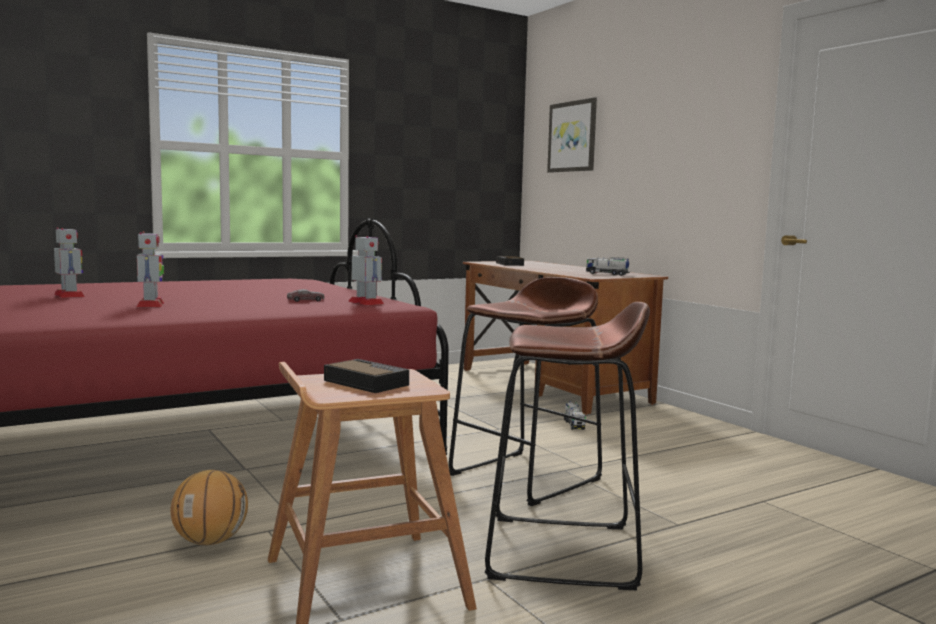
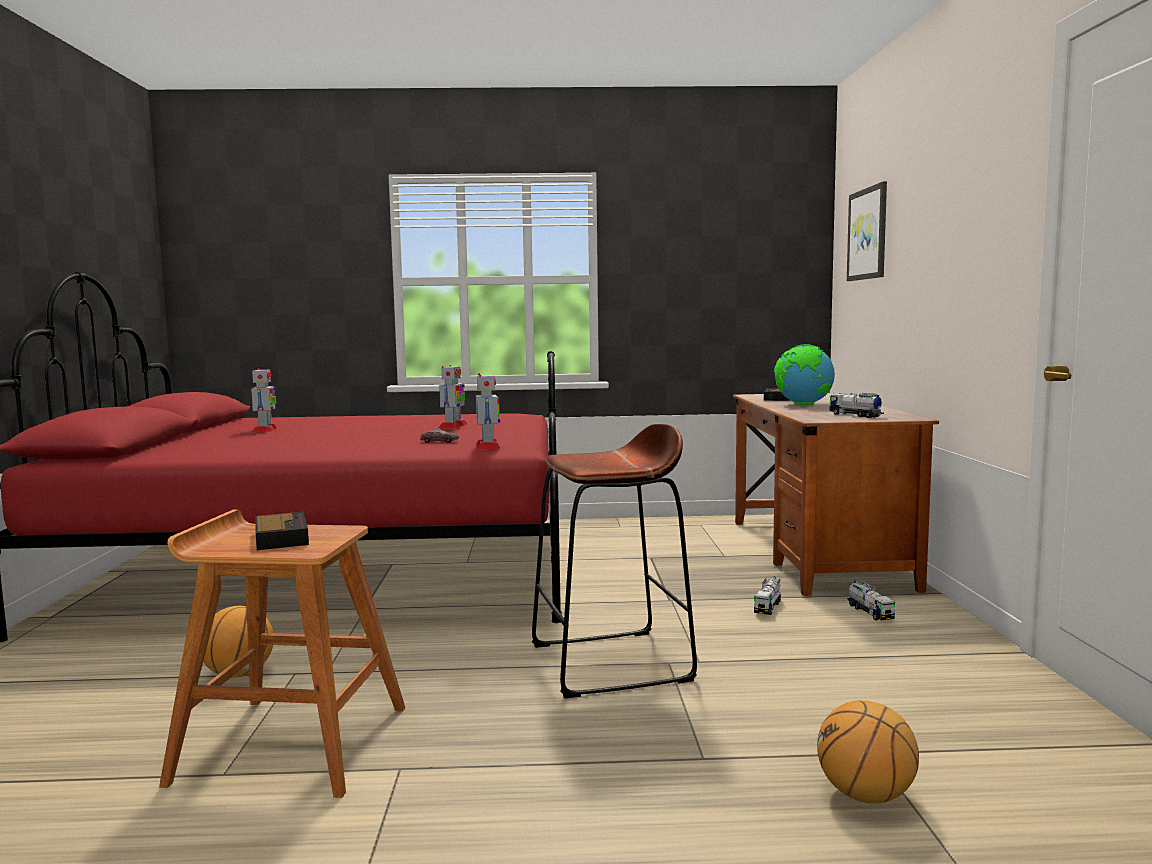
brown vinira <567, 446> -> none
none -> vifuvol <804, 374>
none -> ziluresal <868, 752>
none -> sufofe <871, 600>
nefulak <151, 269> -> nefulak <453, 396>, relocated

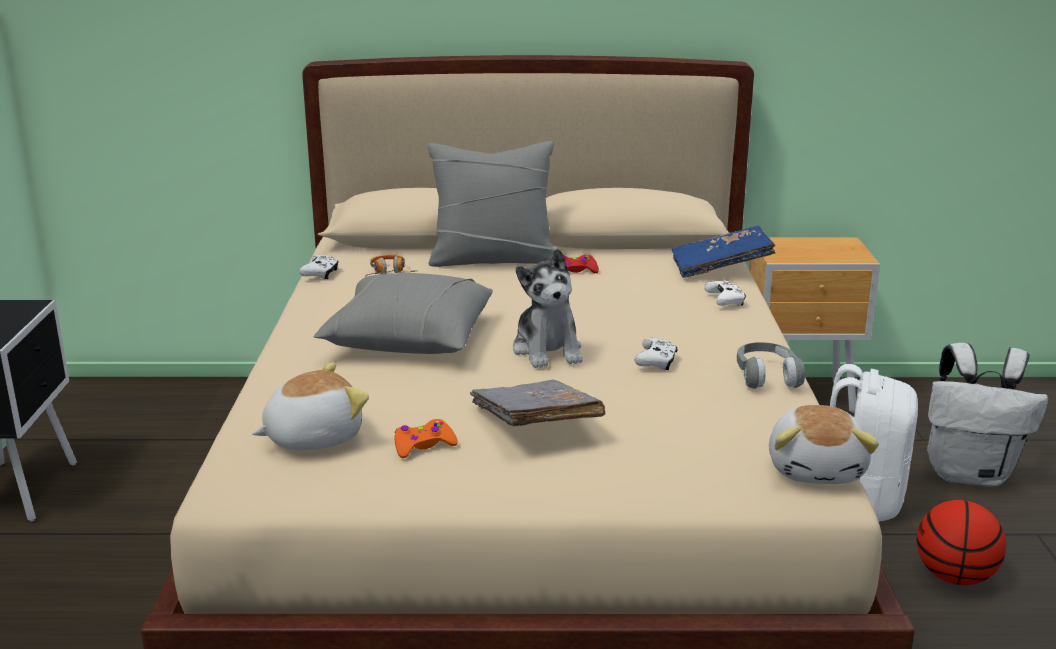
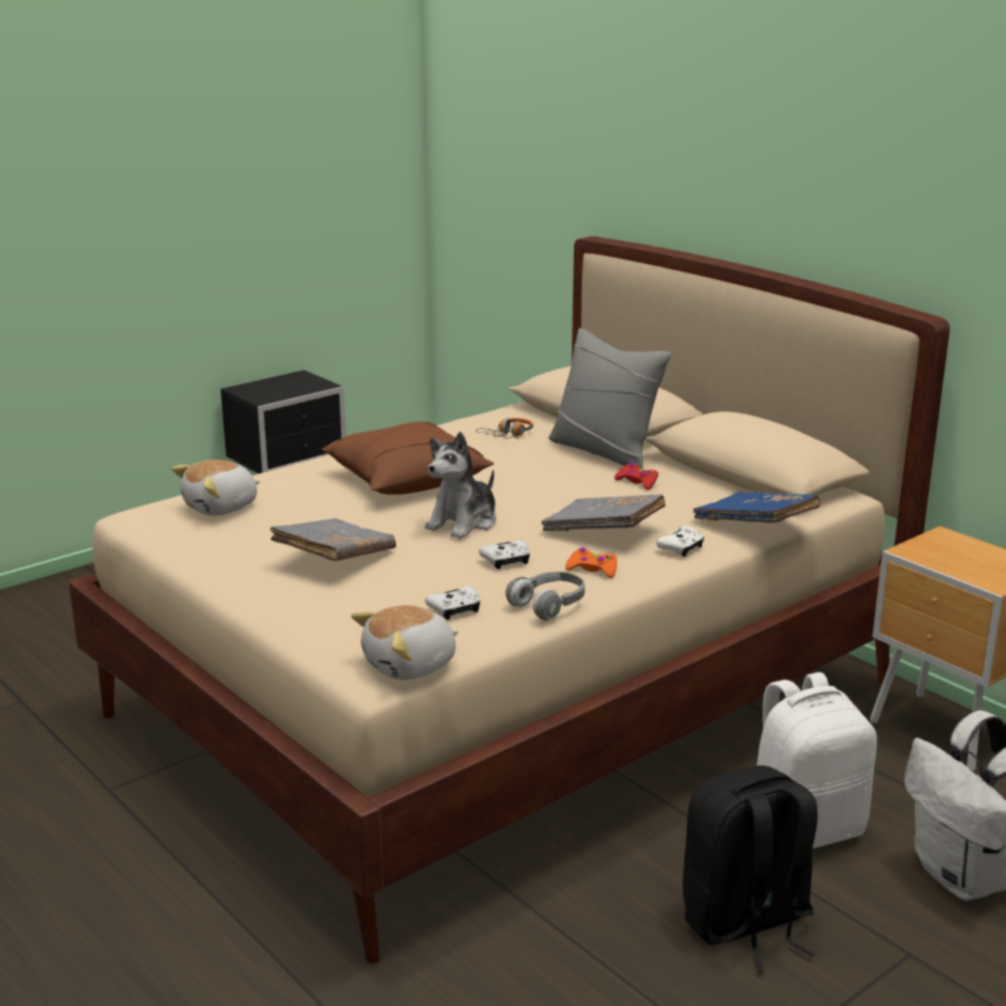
none -> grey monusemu <603, 512>
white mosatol <319, 267> -> white mosatol <452, 603>, relocated
orange mosatol <426, 438> -> orange mosatol <591, 563>, relocated
ziluresal <961, 542> -> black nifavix <750, 869>
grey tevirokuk <403, 313> -> brown tevirokuk <407, 458>
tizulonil <310, 406> -> tizulonil <216, 488>, 120 degrees clockwise

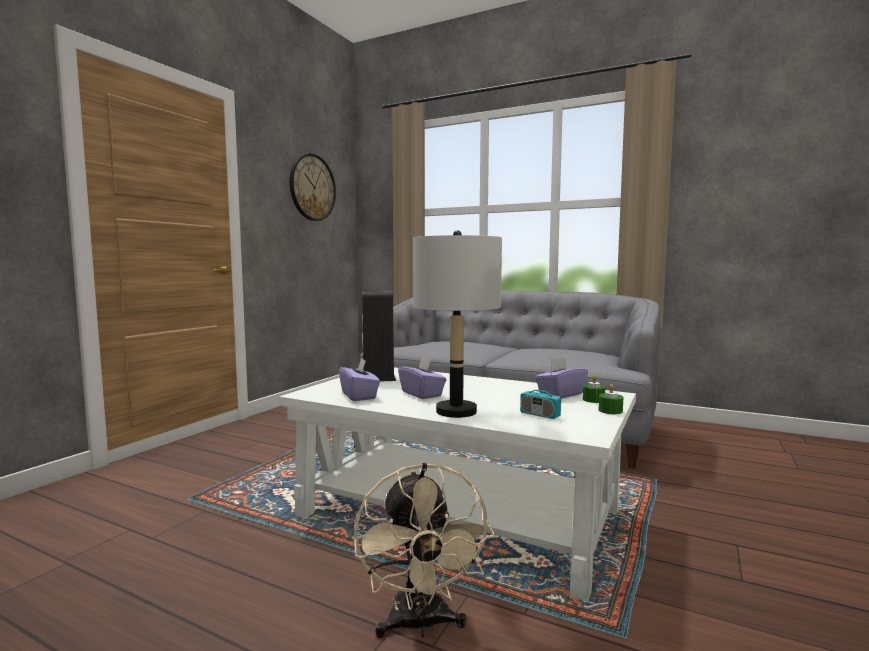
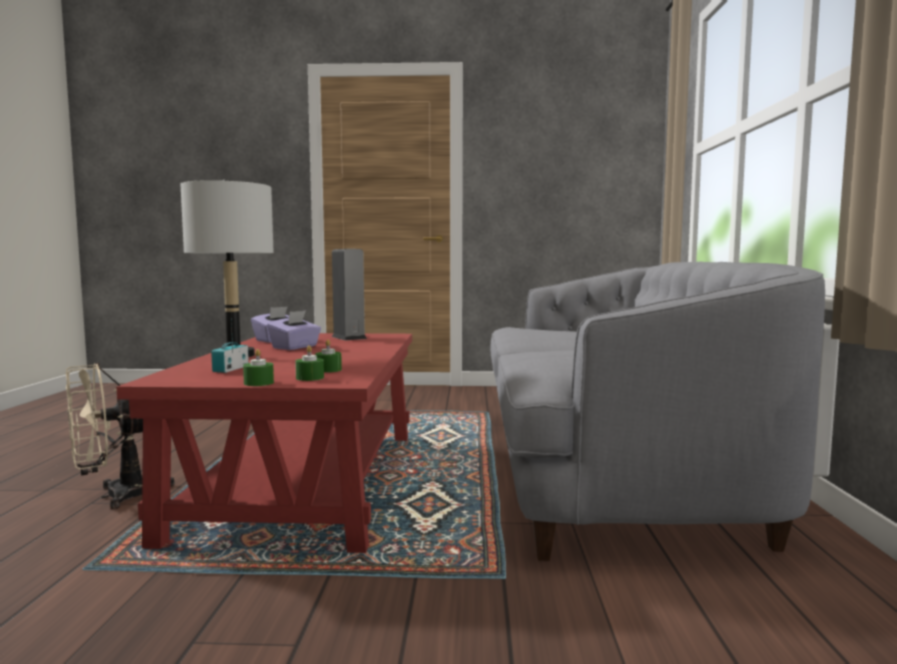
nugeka <312, 187> -> none
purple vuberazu <561, 378> -> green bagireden <328, 356>
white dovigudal <457, 484> -> red dovigudal <264, 443>

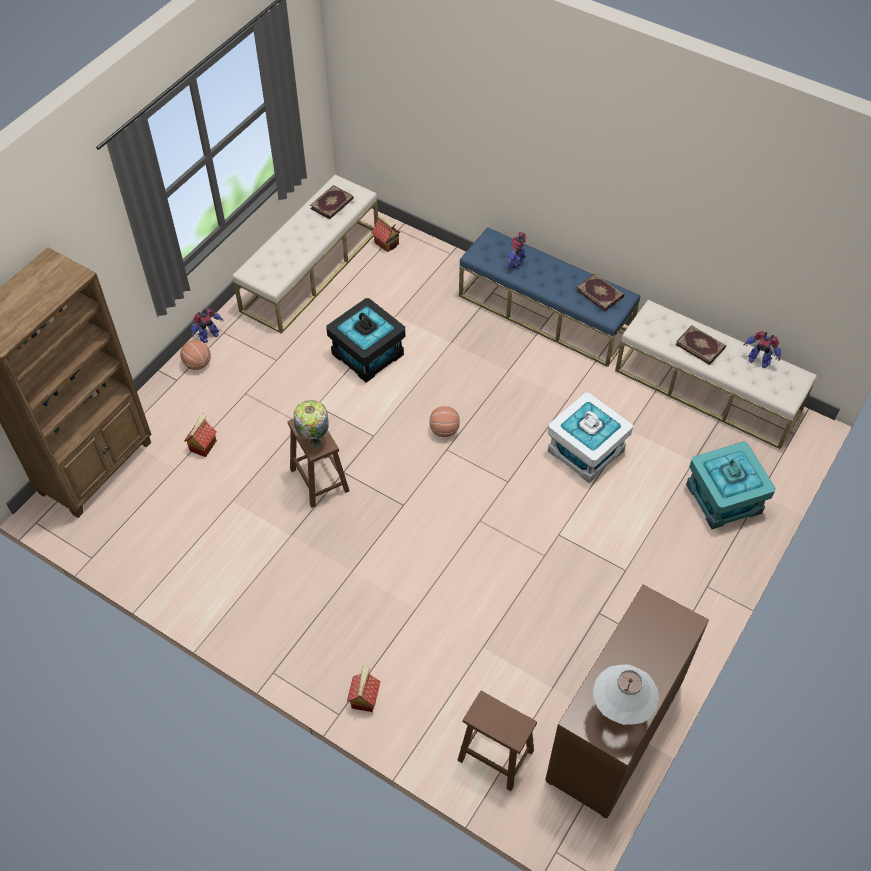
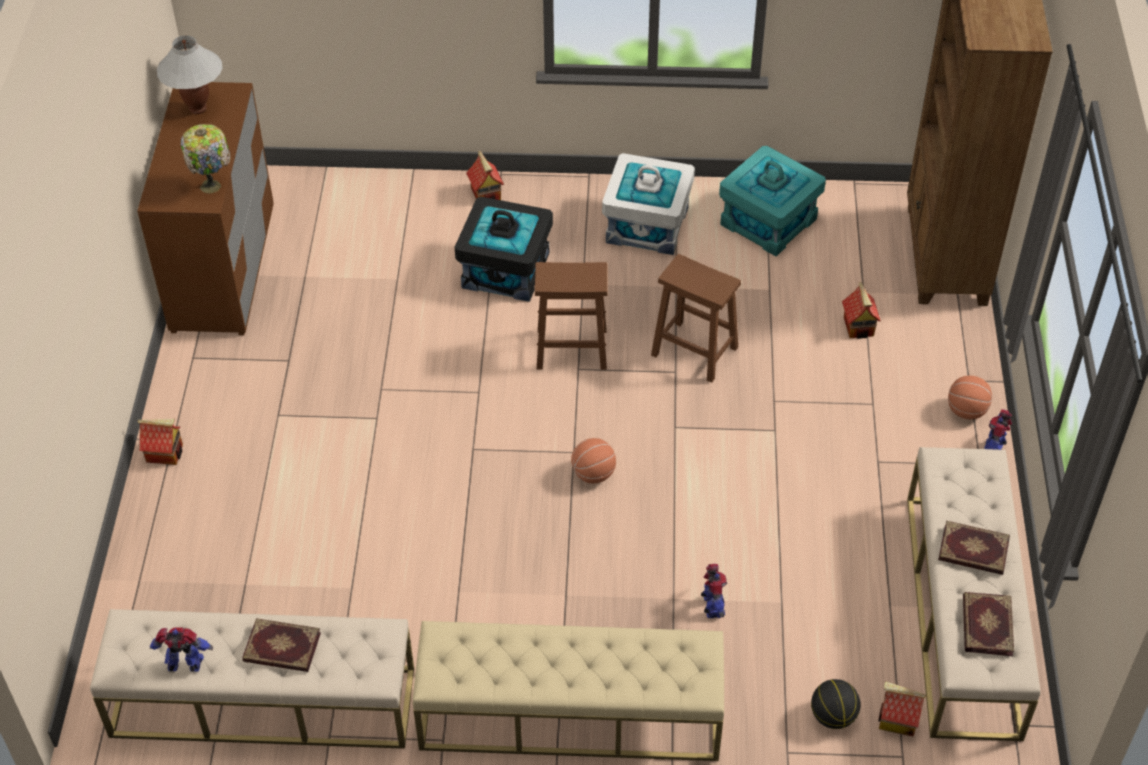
none -> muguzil <160, 442>
none -> ziluresal <836, 704>
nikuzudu <311, 424> -> nikuzudu <205, 158>, relocated
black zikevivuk <365, 340> -> black zikevivuk <504, 249>, relocated
brown vinira <497, 741> -> brown vinira <571, 316>, relocated
nefulak <516, 250> -> nefulak <714, 591>, relocated
white zikevivuk <590, 437> -> white zikevivuk <648, 204>, relocated
monusemu <600, 292> -> monusemu <974, 547>, relocated
turquoise zikevivuk <731, 485> -> turquoise zikevivuk <772, 201>, relocated
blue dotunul <549, 297> -> beige dotunul <568, 691>

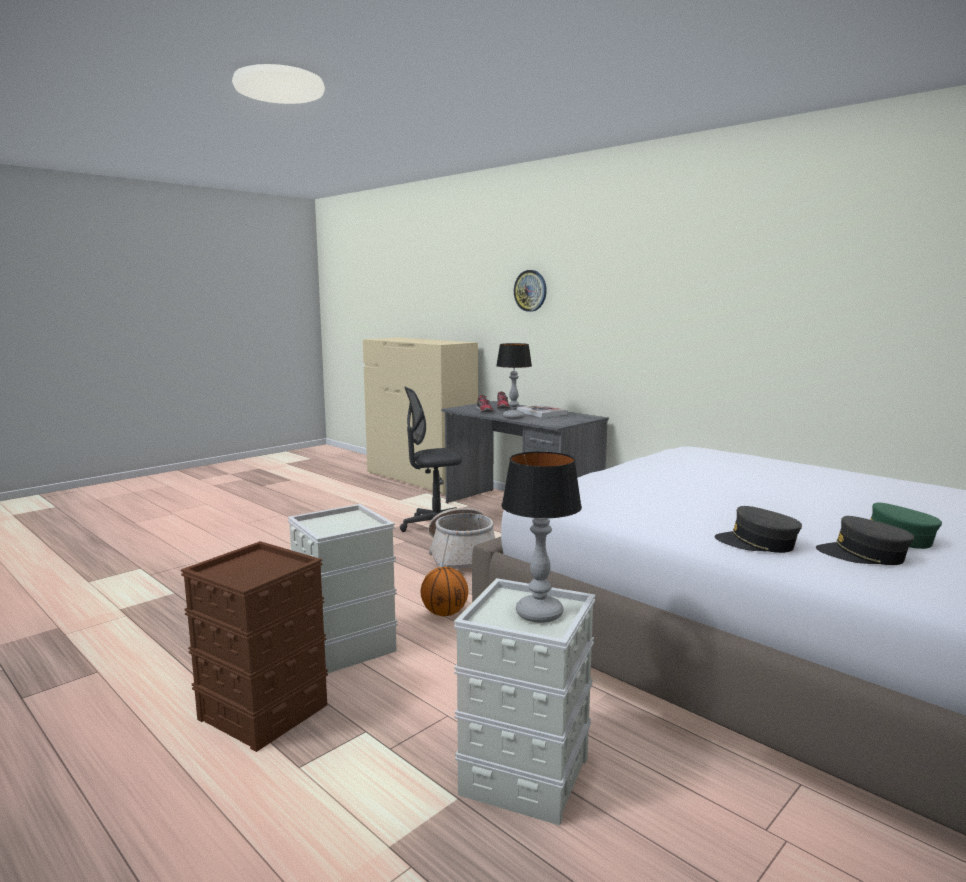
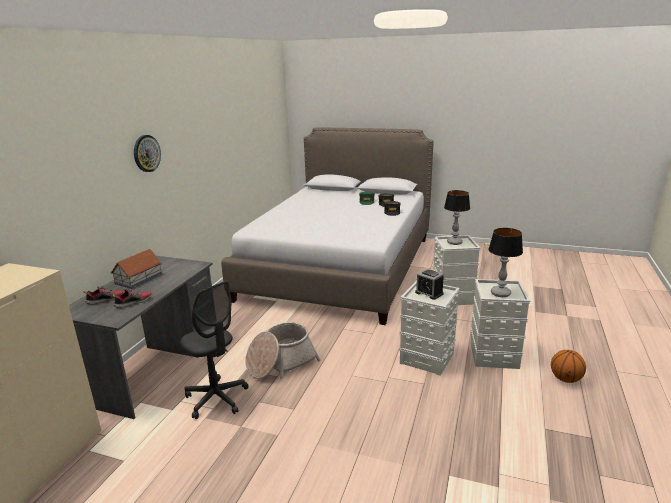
none -> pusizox <429, 284>
ziluresal <444, 591> -> ziluresal <568, 366>, relocated
nikuzudu <514, 381> -> nikuzudu <505, 262>, relocated
nugeka <530, 291> -> nugeka <147, 153>, relocated
monusemu <542, 411> -> muguzil <136, 269>
brown zikevivuk <254, 646> -> grey zikevivuk <500, 324>

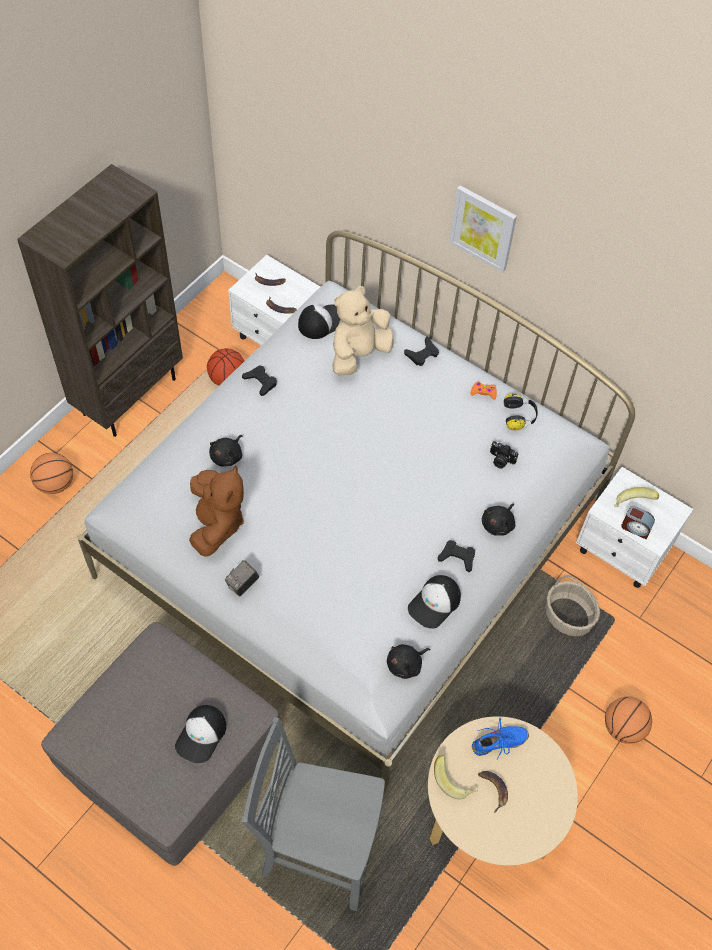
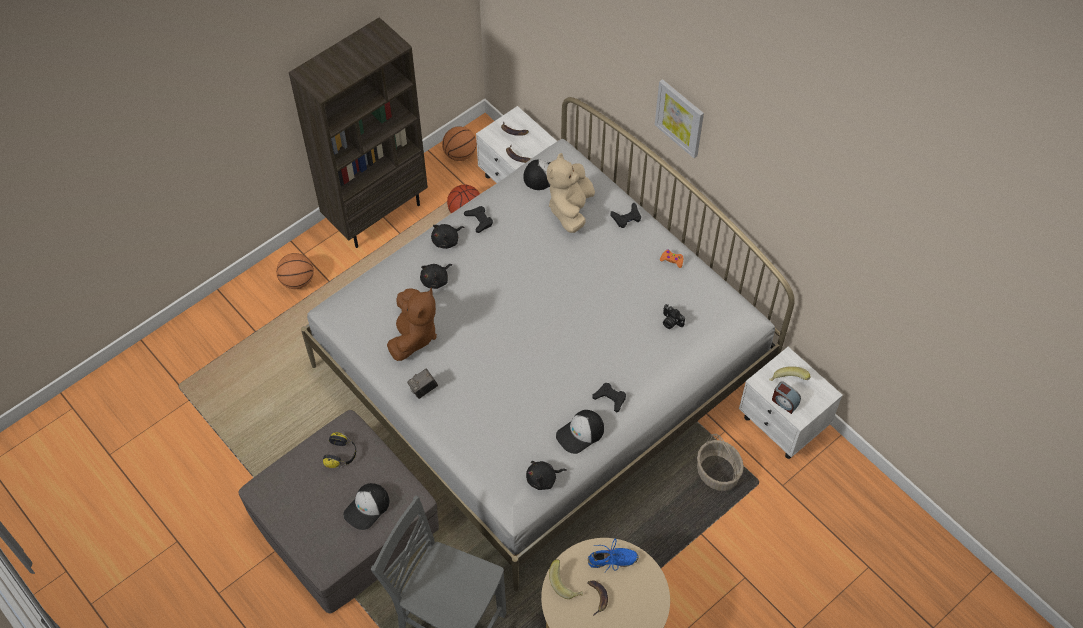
black tizulonil <499, 520> -> black tizulonil <447, 236>, relocated
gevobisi <521, 412> -> gevobisi <339, 450>, relocated
ziluresal <628, 720> -> ziluresal <459, 144>, relocated
beige tizulonil <363, 331> -> beige tizulonil <571, 193>, 45 degrees counterclockwise

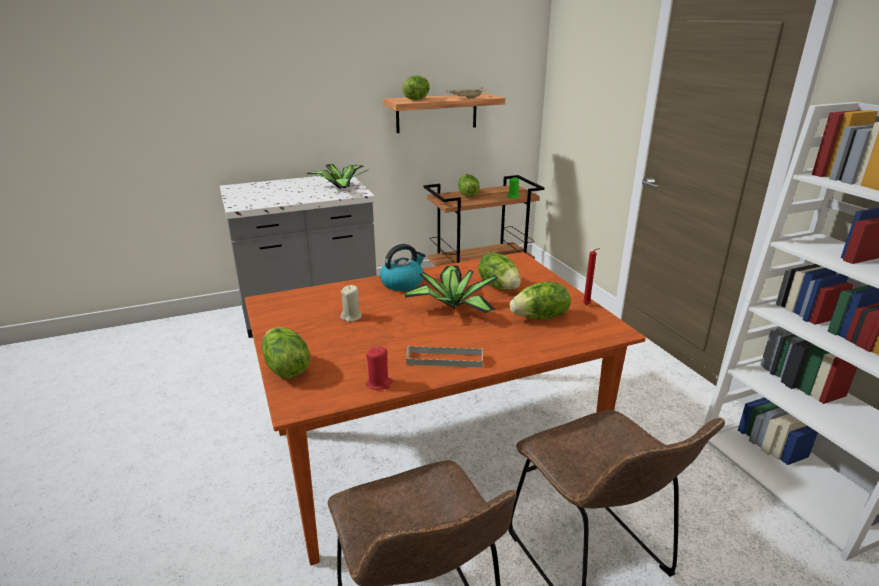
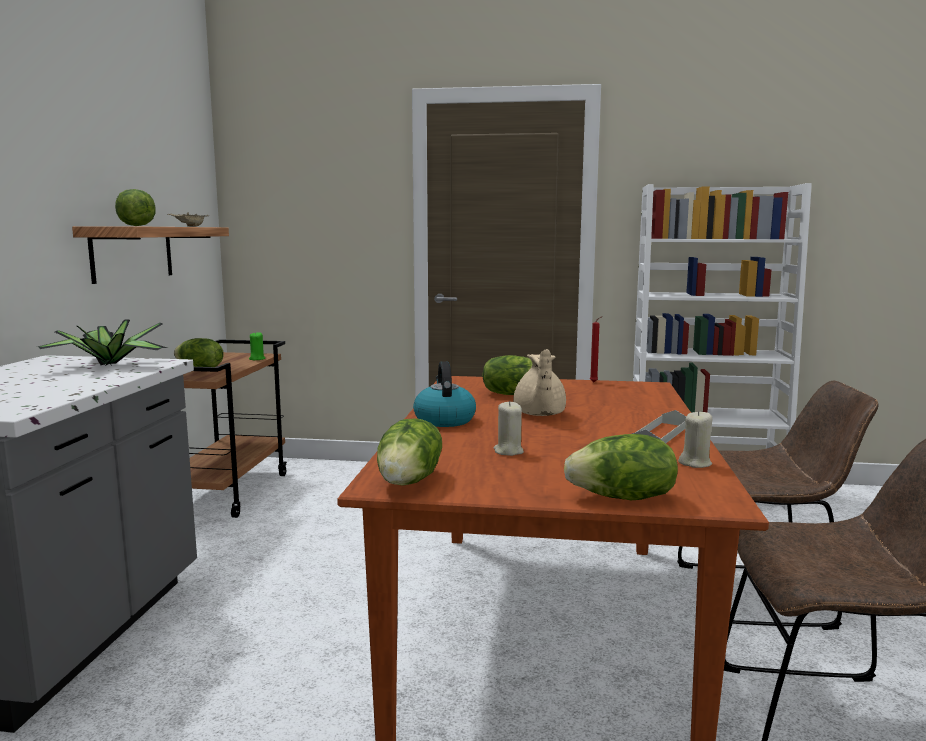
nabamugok <540, 300> -> nabamugok <409, 452>, relocated
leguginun <451, 289> -> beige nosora <539, 382>
red bagireden <379, 368> -> beige bagireden <695, 439>

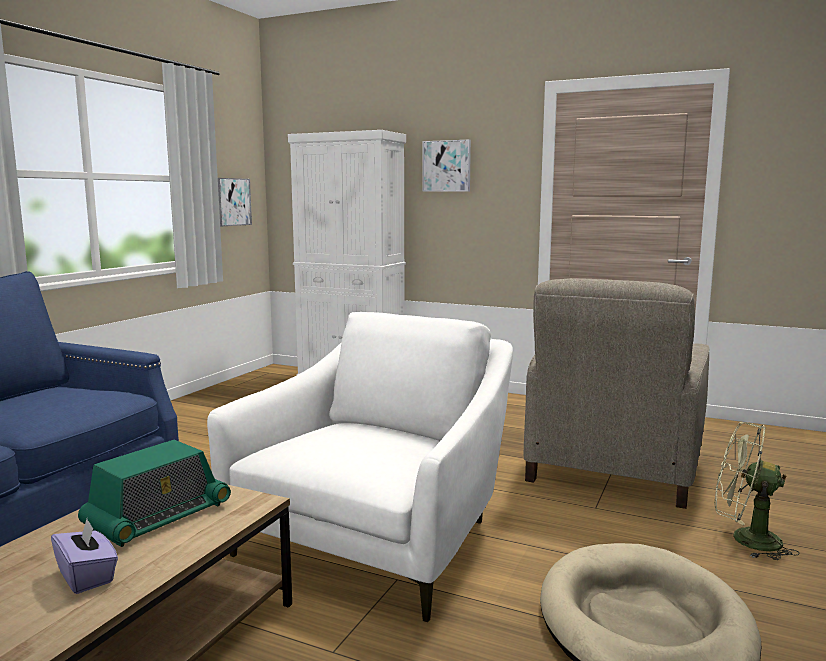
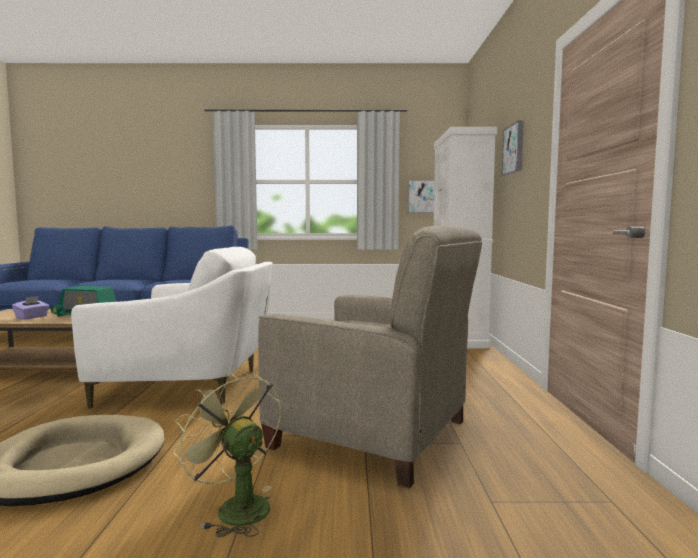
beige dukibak <617, 393> -> beige dukibak <370, 356>, 150 degrees counterclockwise
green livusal <757, 491> -> green livusal <227, 454>, 45 degrees counterclockwise

